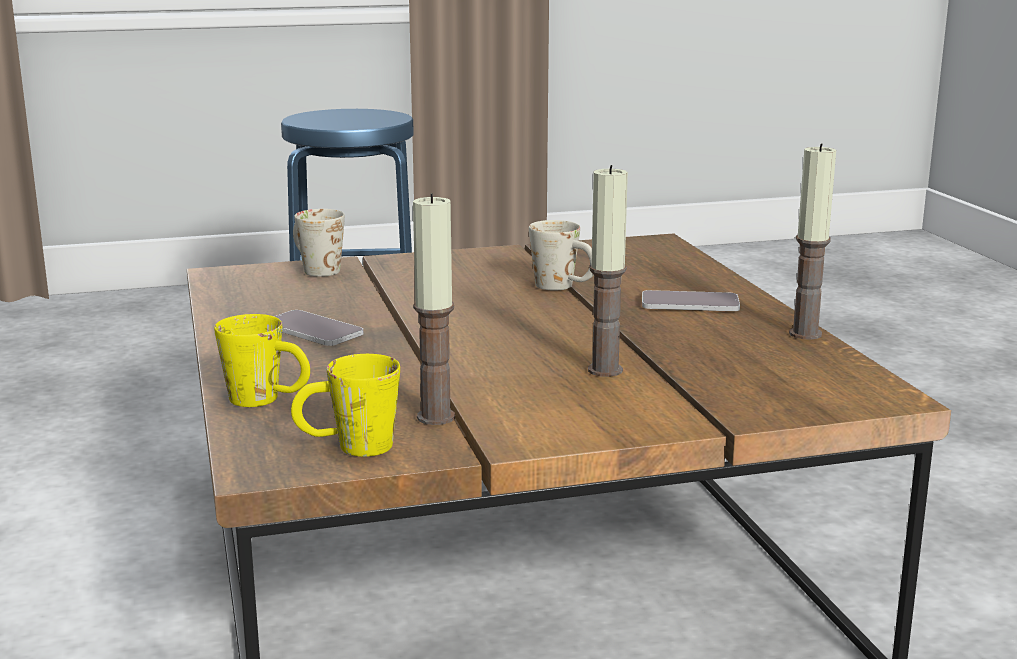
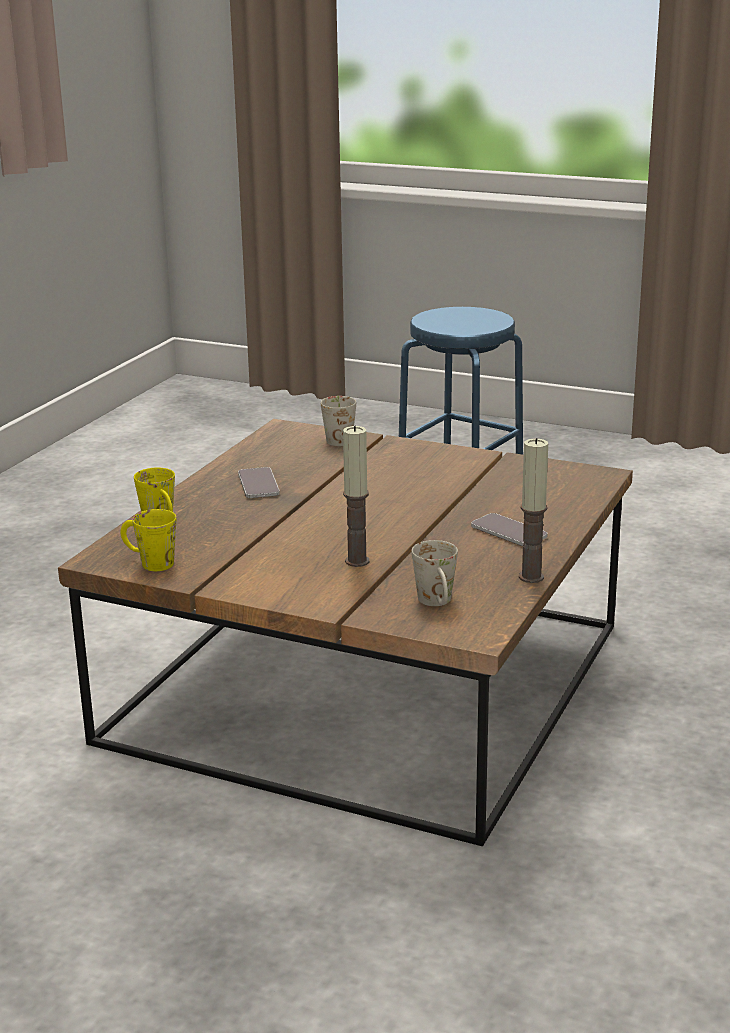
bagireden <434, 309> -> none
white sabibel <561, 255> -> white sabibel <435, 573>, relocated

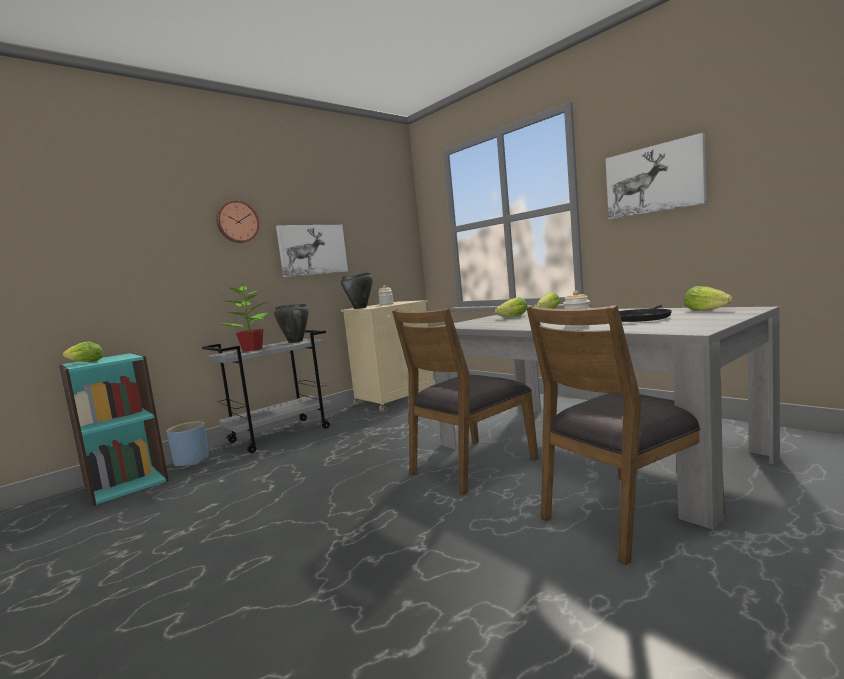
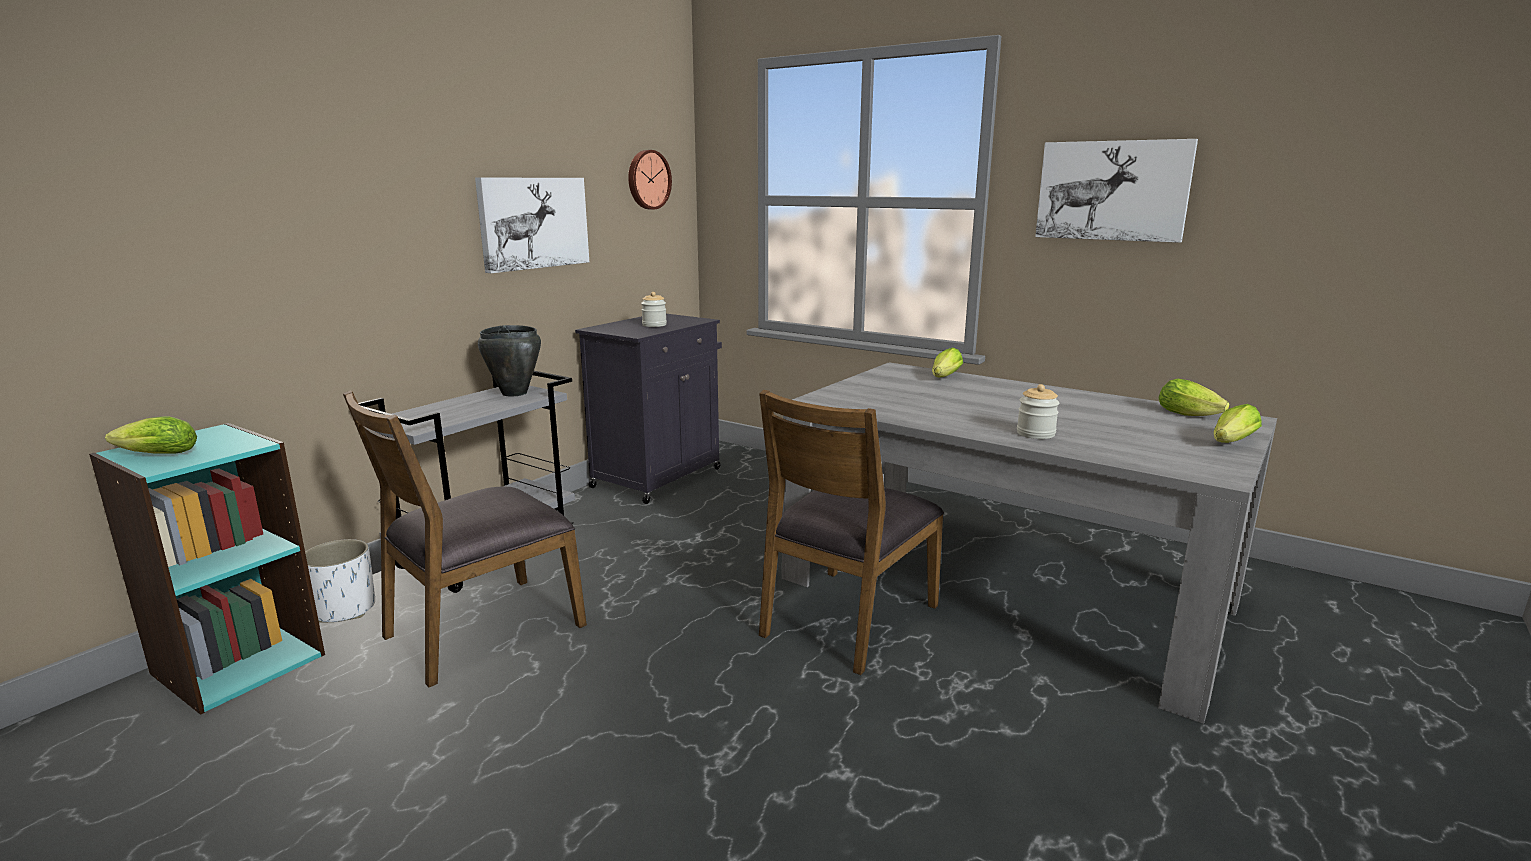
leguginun <242, 317> -> none
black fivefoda <357, 290> -> none
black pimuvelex <645, 313> -> none
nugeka <237, 221> -> nugeka <650, 180>, relocated
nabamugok <511, 307> -> nabamugok <1238, 423>, relocated
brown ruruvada <625, 435> -> brown ruruvada <465, 539>, relocated
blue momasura <187, 444> -> white momasura <340, 581>
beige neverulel <387, 355> -> black neverulel <648, 409>

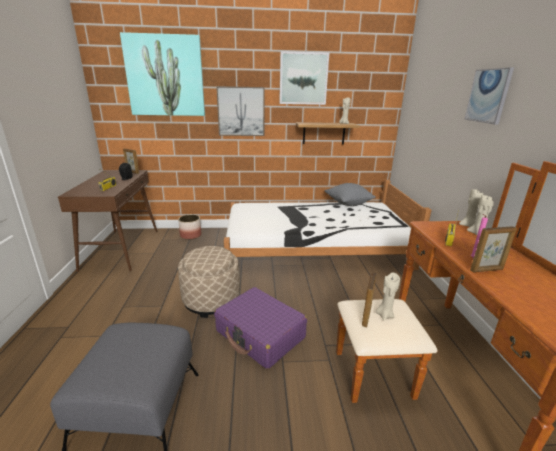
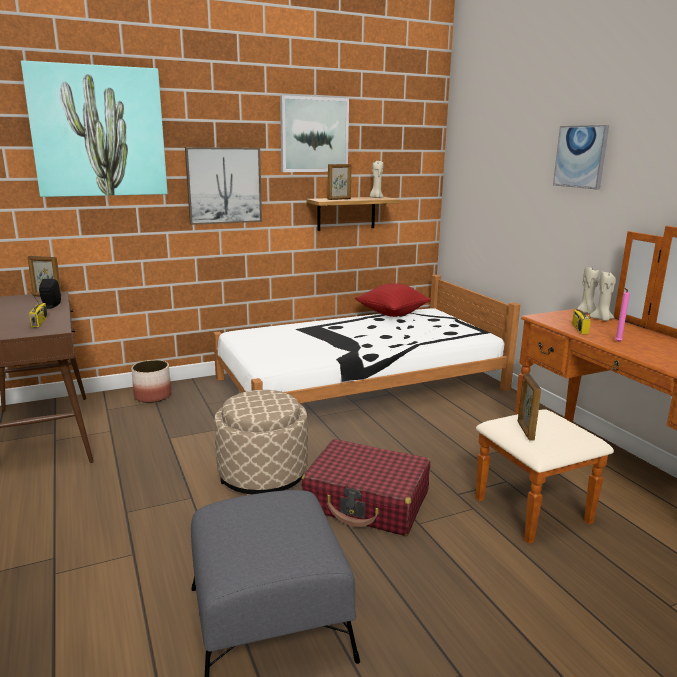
beige bagireden <388, 296> -> none
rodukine <493, 249> -> rodukine <339, 182>, relocated
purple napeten <260, 328> -> red napeten <365, 487>
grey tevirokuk <350, 194> -> red tevirokuk <393, 300>

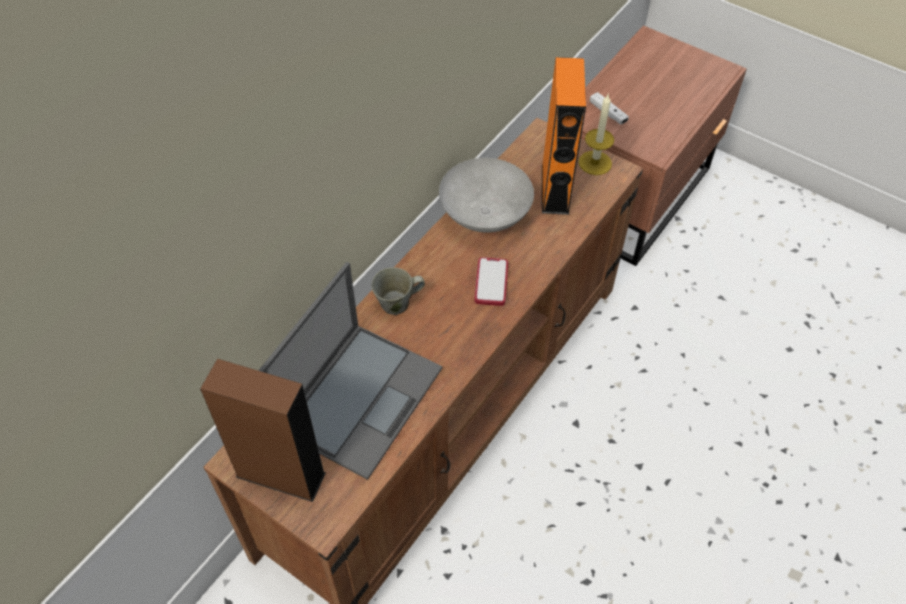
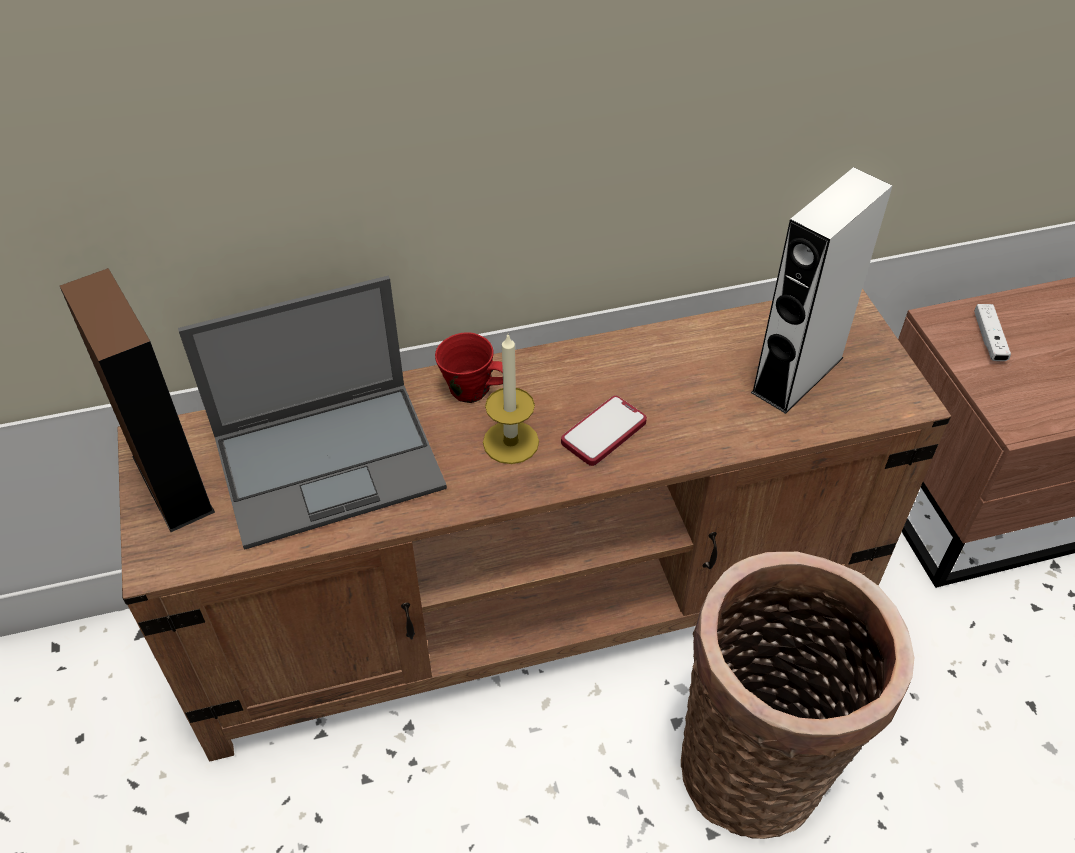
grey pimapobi <486, 195> -> none
none -> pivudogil <797, 695>
bagireden <596, 134> -> bagireden <511, 399>, relocated
grey sabibel <398, 291> -> red sabibel <469, 367>
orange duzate <564, 136> -> white duzate <822, 290>

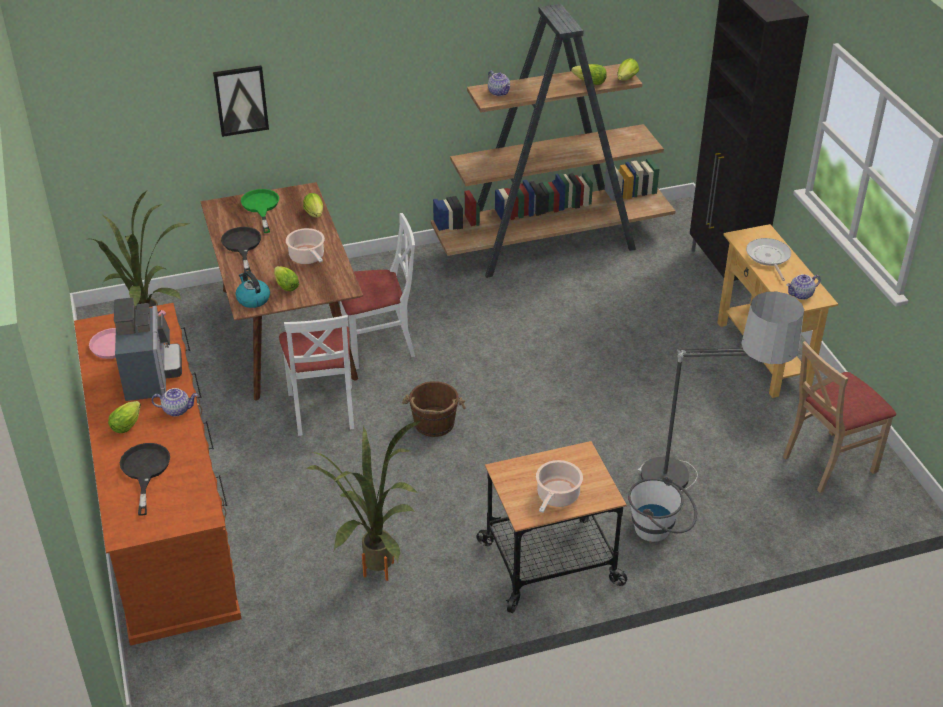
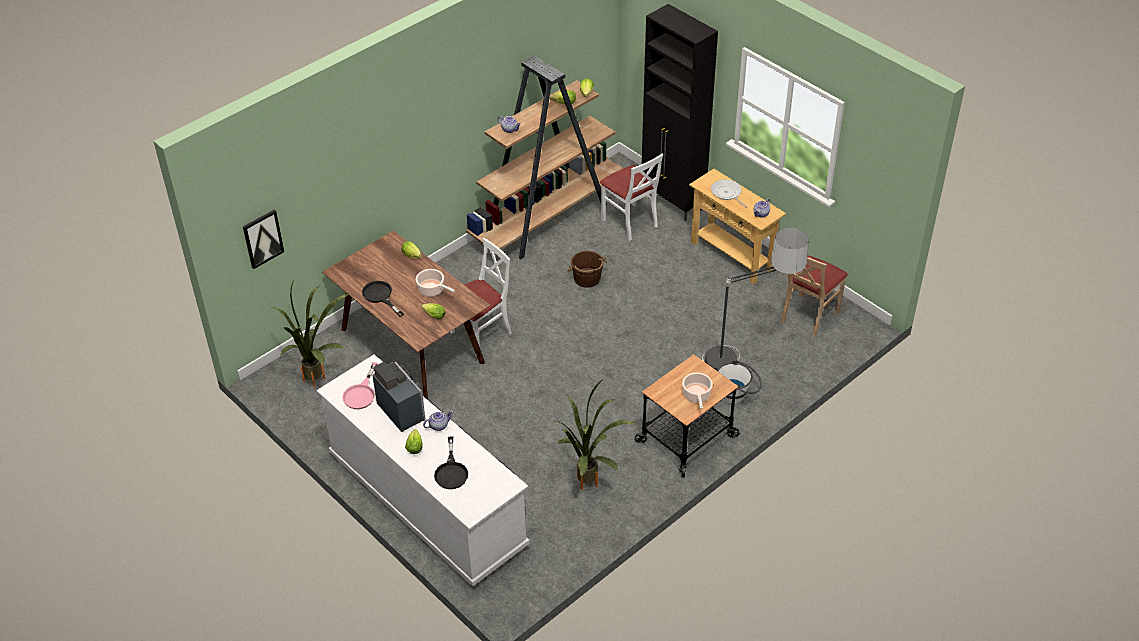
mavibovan <252, 289> -> none
green pimuvelex <260, 211> -> none
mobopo <241, 101> -> mobopo <263, 239>, relocated
white ruruvada <316, 375> -> white ruruvada <631, 197>, relocated
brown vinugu <434, 409> -> brown vinugu <587, 269>, relocated
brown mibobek <158, 474> -> white mibobek <423, 470>
black pimuvelex <145, 479> -> black pimuvelex <451, 462>, 150 degrees counterclockwise

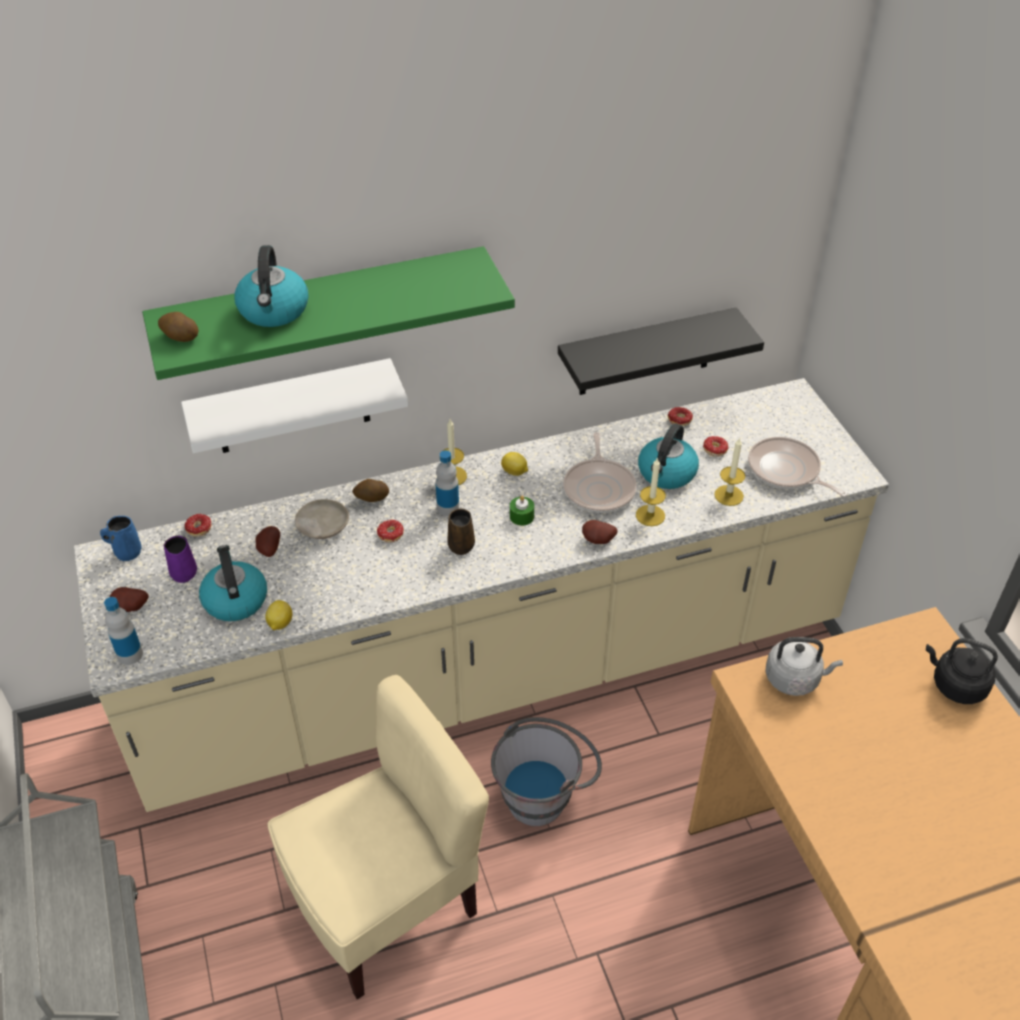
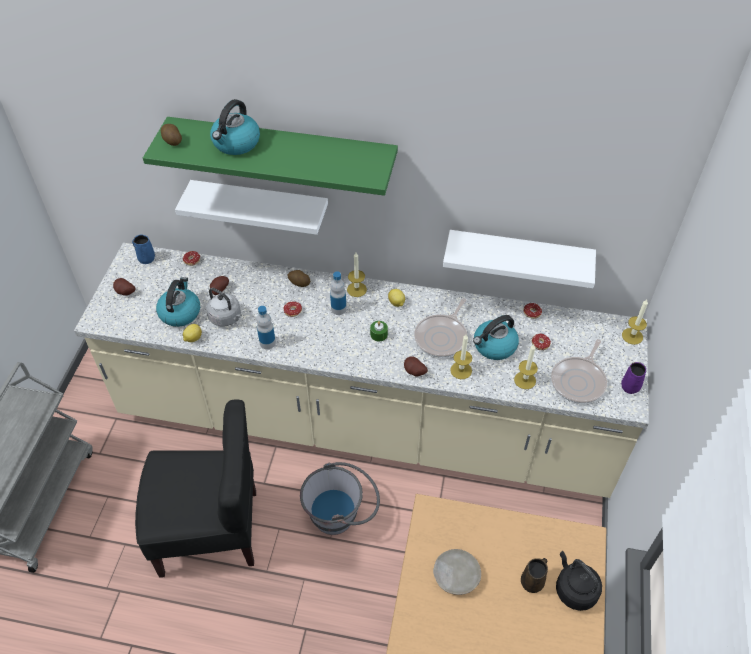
none -> bagireden <635, 322>
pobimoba <123, 631> -> pobimoba <266, 327>, relocated
purple sabibel <180, 559> -> purple sabibel <633, 378>, relocated
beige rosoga <322, 519> -> beige rosoga <457, 572>, relocated
brown sabibel <461, 531> -> brown sabibel <534, 575>, relocated
grey mavibovan <804, 666> -> grey mavibovan <224, 307>, relocated
beige ruruvada <378, 837> -> black ruruvada <195, 488>
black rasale <661, 351> -> white rasale <519, 259>
pimuvelex <797, 467> -> pimuvelex <579, 371>, 135 degrees counterclockwise

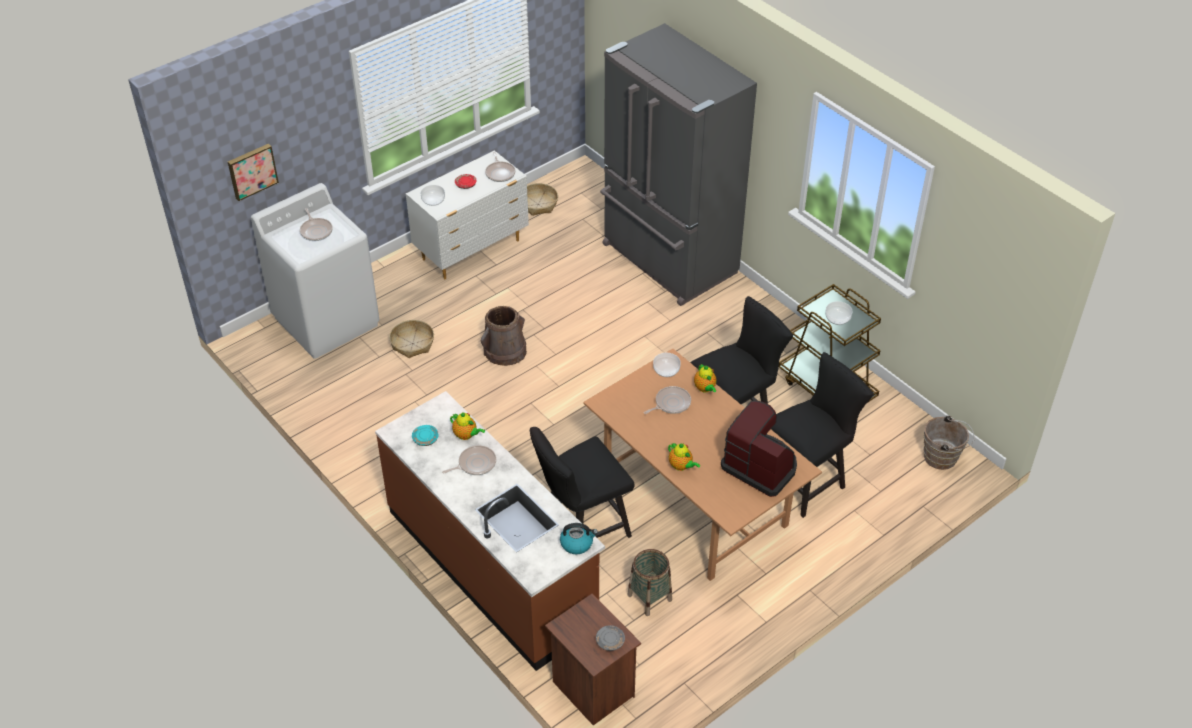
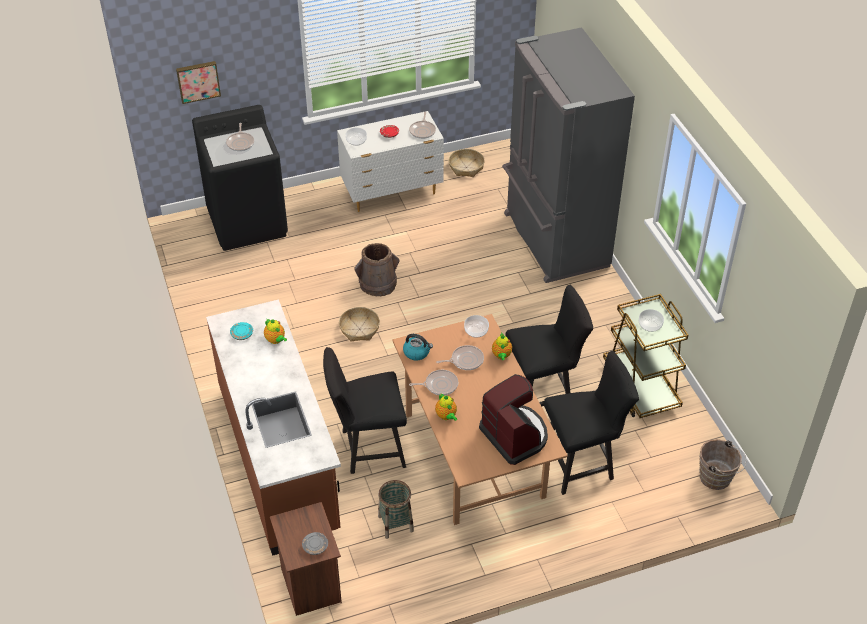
pivudogil <411, 339> -> pivudogil <359, 324>, relocated
pimuvelex <469, 460> -> pimuvelex <433, 382>, relocated
mavibovan <579, 538> -> mavibovan <418, 347>, relocated
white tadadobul <315, 271> -> black tadadobul <240, 178>

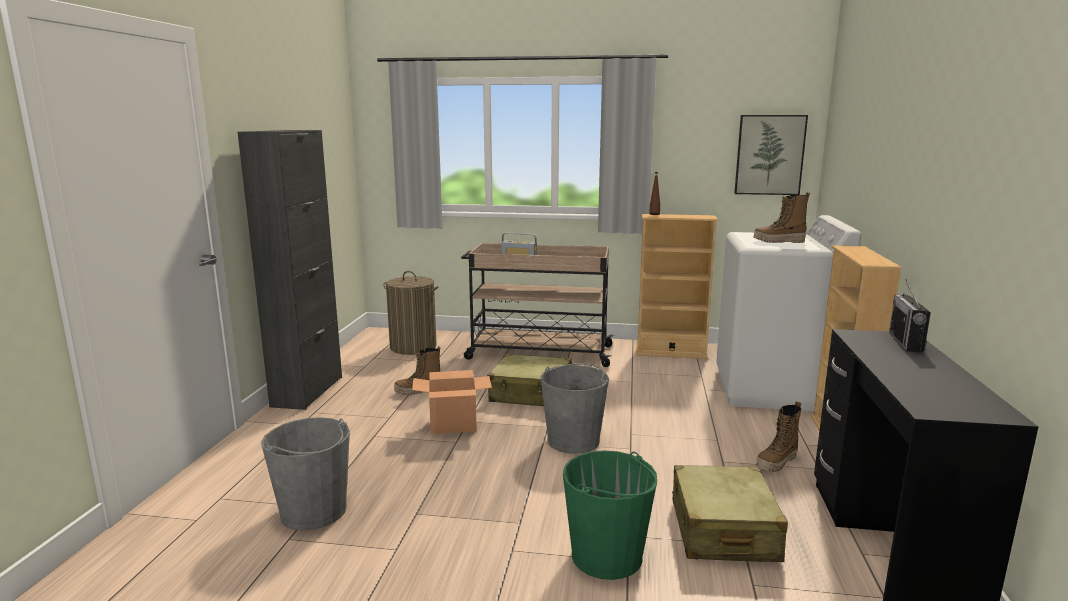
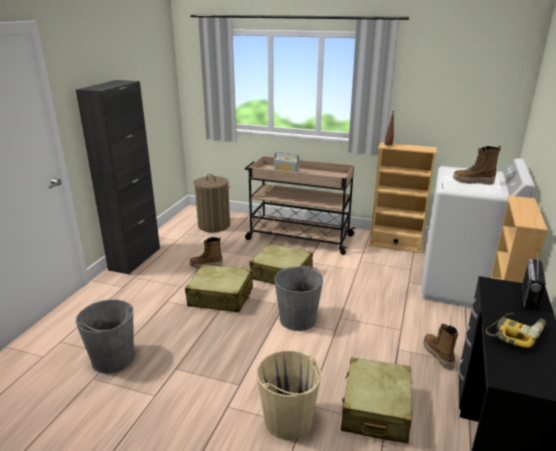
mobopo <771, 155> -> none
none -> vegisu <516, 330>
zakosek <452, 402> -> beige napeten <219, 289>
green vinugu <610, 515> -> beige vinugu <289, 395>
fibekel <779, 436> -> fibekel <440, 347>, 105 degrees clockwise

